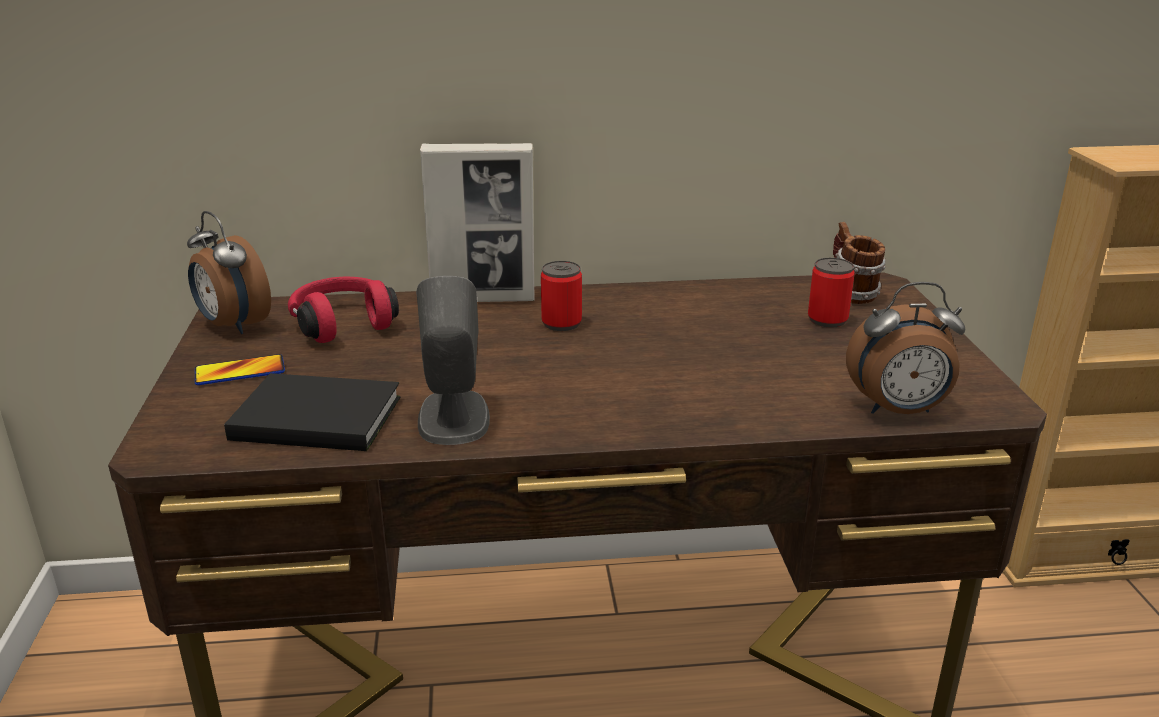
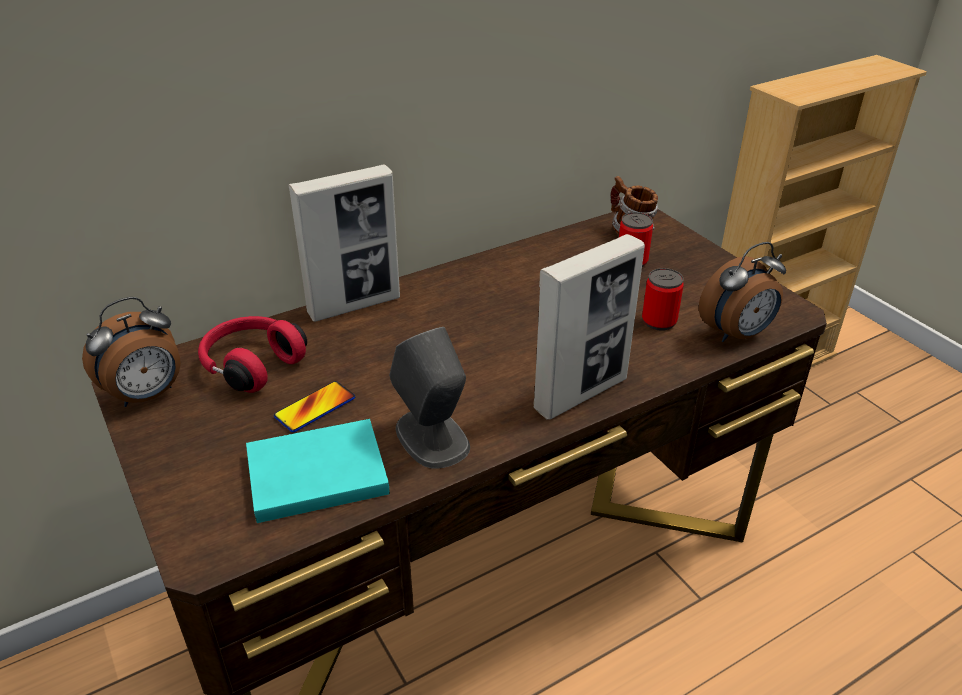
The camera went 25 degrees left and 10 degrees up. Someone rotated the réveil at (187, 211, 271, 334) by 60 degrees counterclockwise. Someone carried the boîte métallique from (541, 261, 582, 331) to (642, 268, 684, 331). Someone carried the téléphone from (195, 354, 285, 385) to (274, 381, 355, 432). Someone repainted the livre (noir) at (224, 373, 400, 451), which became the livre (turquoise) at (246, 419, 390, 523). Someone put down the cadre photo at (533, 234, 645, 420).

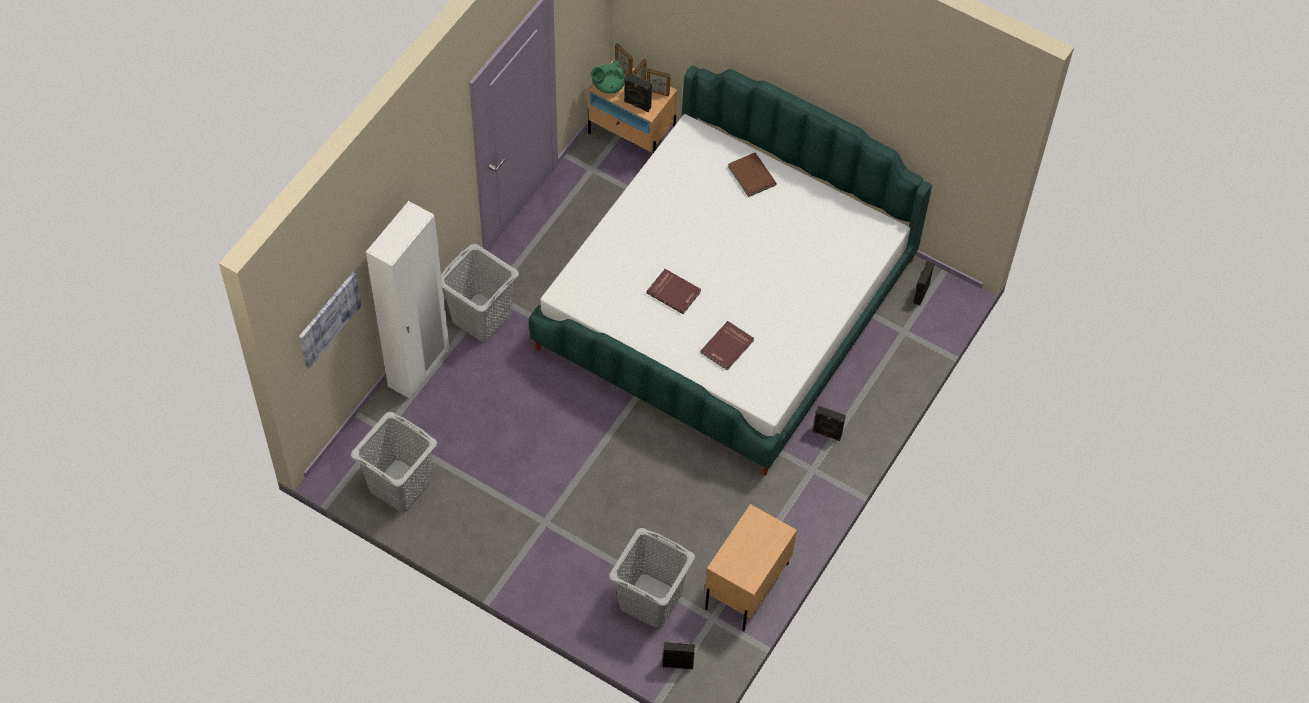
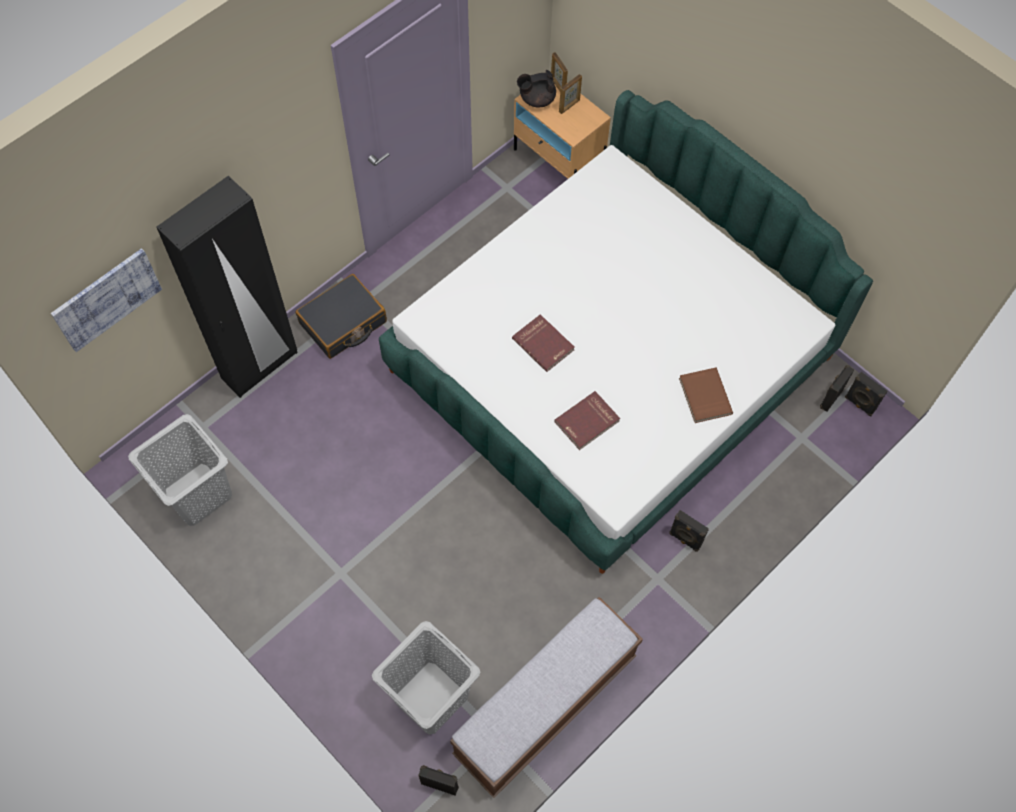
The camera went 15 degrees right and 5 degrees up. Someone repainted the théière (vert) at (591, 60, 625, 94), which became the théière (noir) at (517, 70, 556, 107). Someone took away the cadre photo at (647, 68, 671, 97). Someone carried the enceinte (noir) from (624, 73, 652, 112) to (845, 372, 887, 416). Someone carried the livre (marron) from (728, 152, 777, 197) to (679, 368, 733, 423). Someone repainted the armoire (blanc) at (366, 201, 449, 399), which became the armoire (noir) at (157, 176, 298, 398). Someone swapped the panier à linge (gris) at (441, 244, 519, 342) for the valise (noir) at (296, 274, 387, 359). Someone swapped the table de chevet (beige) at (705, 504, 797, 632) for the banc at (450, 597, 643, 798).

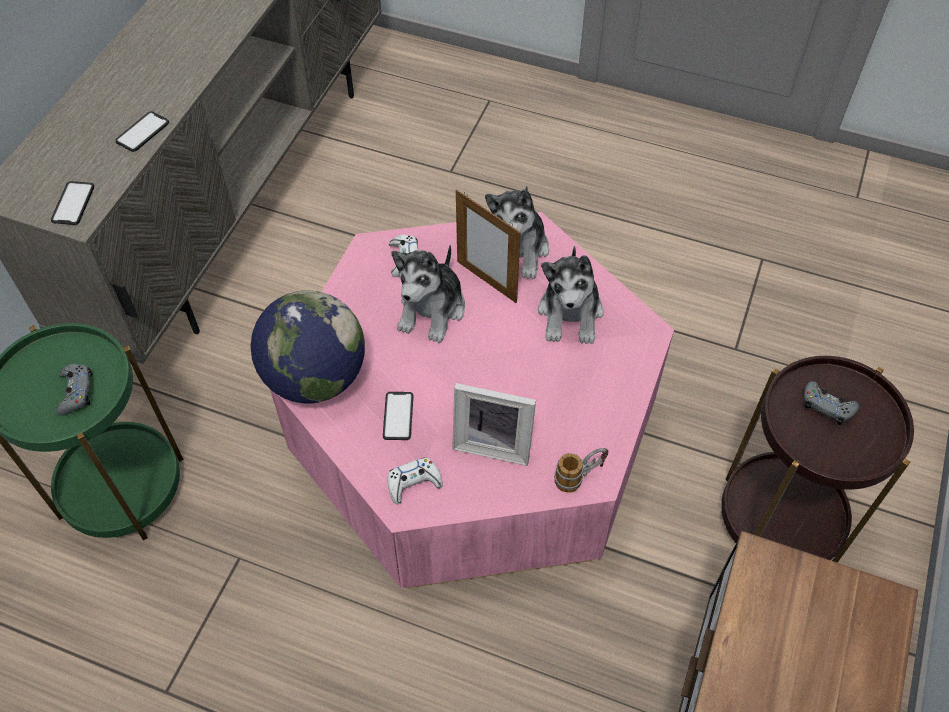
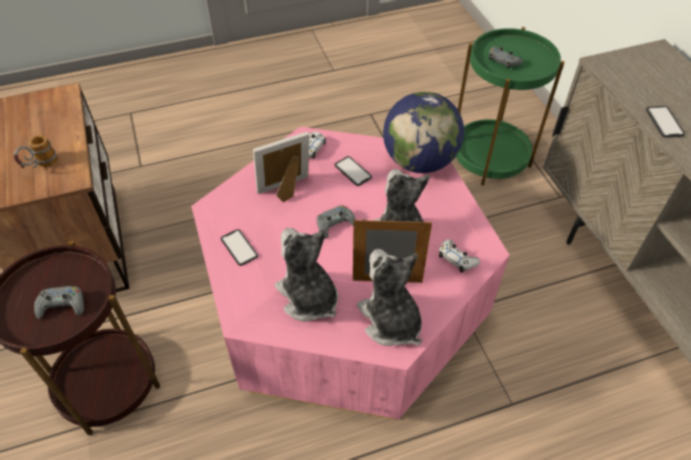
The camera went 140 degrees right and 5 degrees down. Someone carried the téléphone from (51, 181, 94, 225) to (221, 229, 258, 266). Someone carried the mug from (554, 448, 609, 493) to (13, 135, 58, 168). Someone put down the manette (gris) at (317, 205, 356, 238).

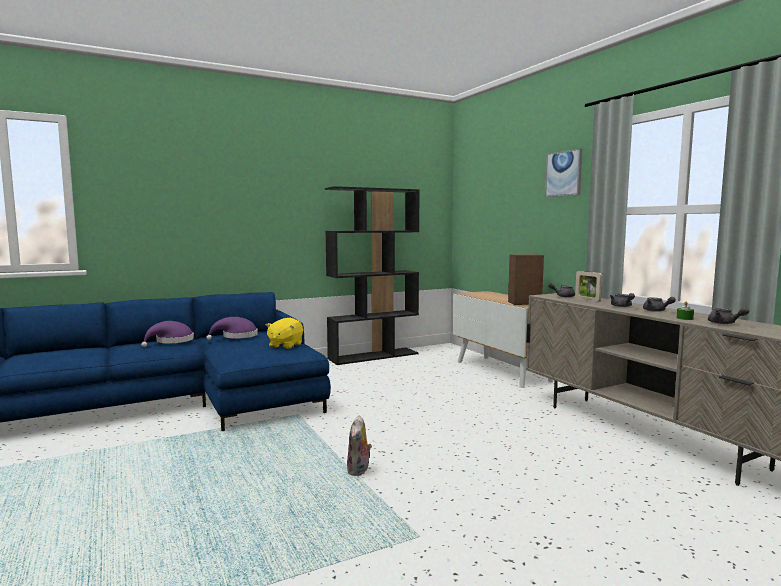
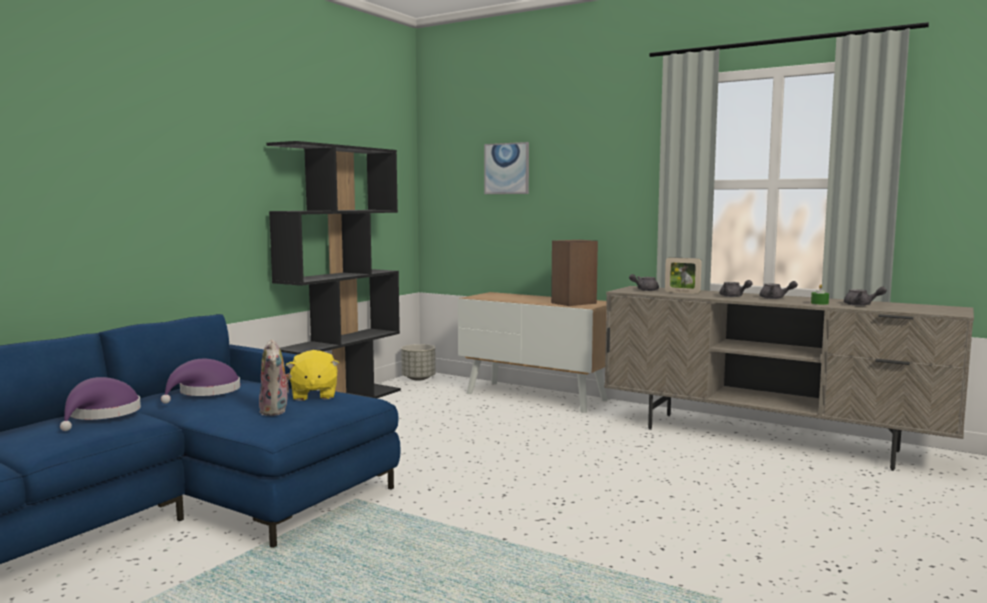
The camera went 30 degrees left and 0 degrees up. Someone carried the tableau from (545, 149, 582, 197) to (484, 142, 529, 194). Someone carried the peluche from (347, 415, 372, 476) to (259, 339, 292, 416). Someone put down the cache-pot (gris) at (401, 344, 436, 380).

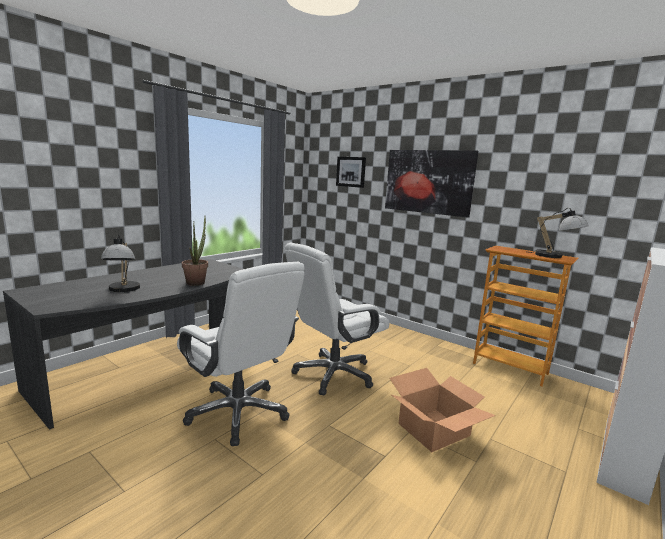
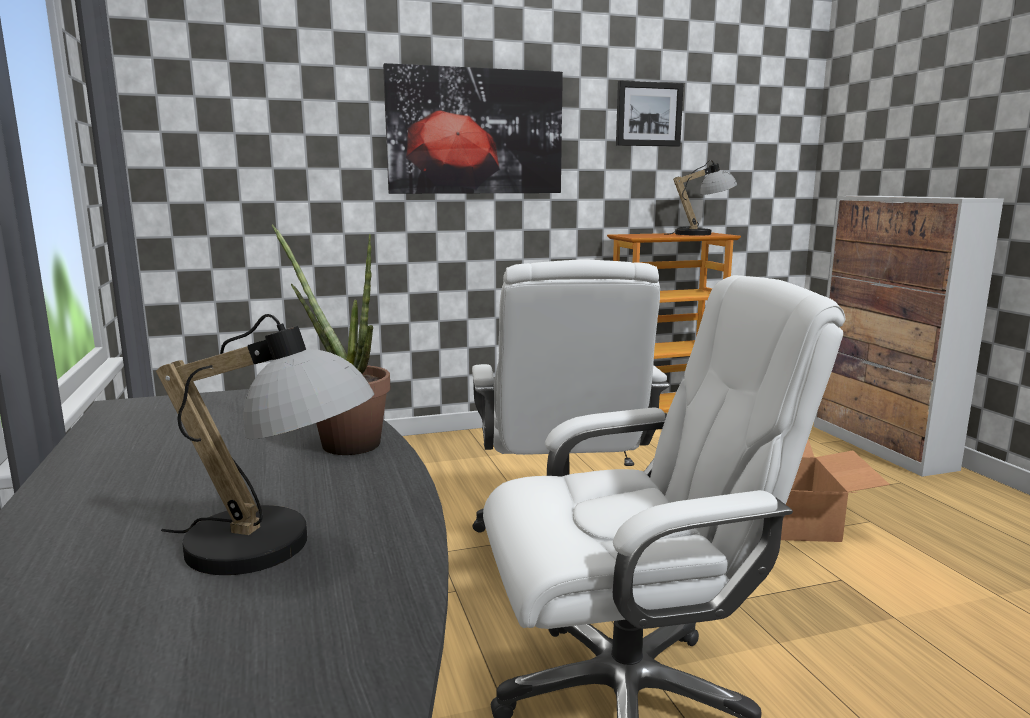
The camera went 55 degrees left and 0 degrees up. Someone carried the tableau from (336, 157, 366, 188) to (616, 80, 684, 147).

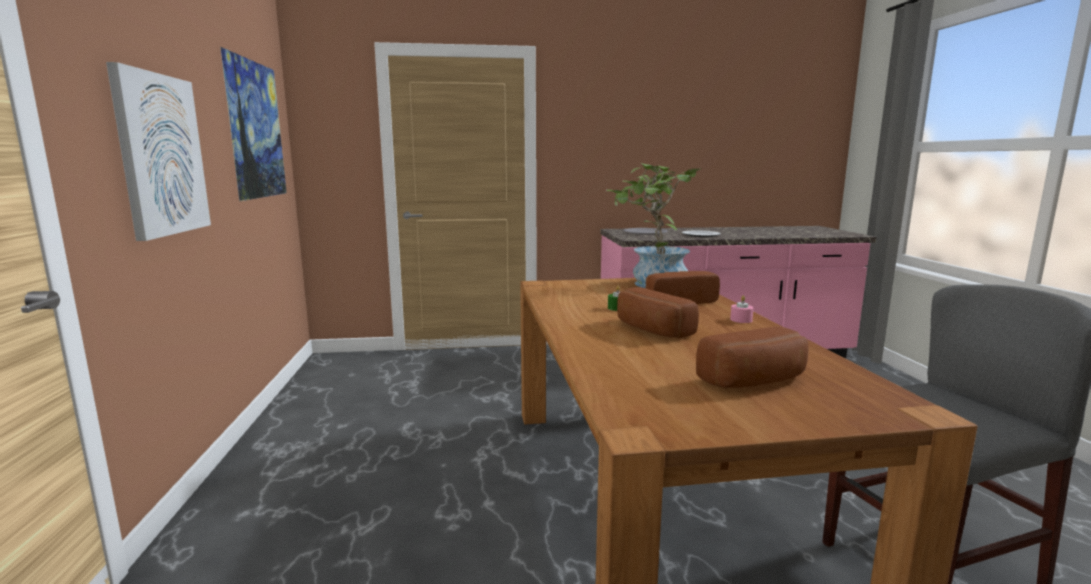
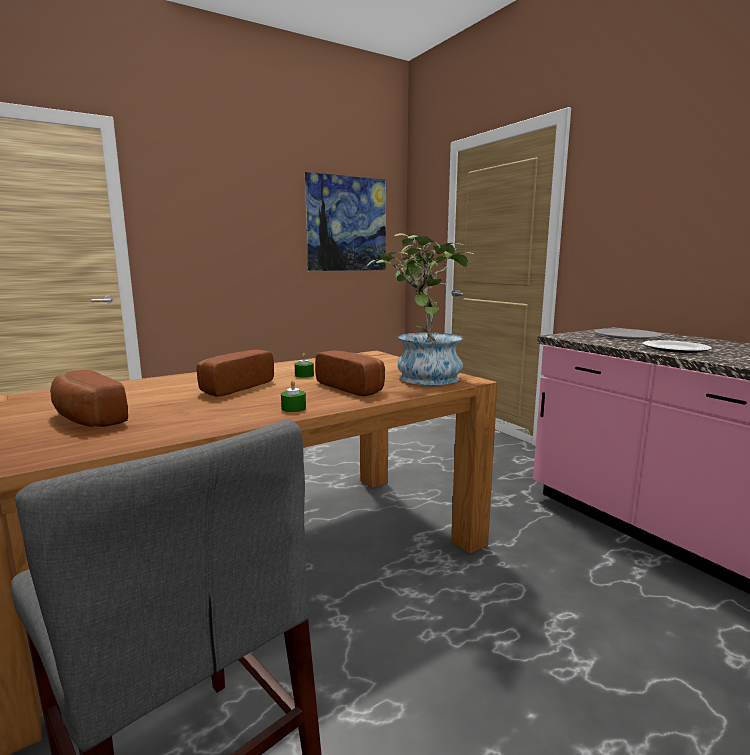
The camera went 65 degrees right and 0 degrees up. Someone took away the tableau at (106, 62, 211, 241). Someone repainted the bougie (rose) at (730, 296, 754, 323), which became the bougie (vert) at (281, 380, 306, 412).

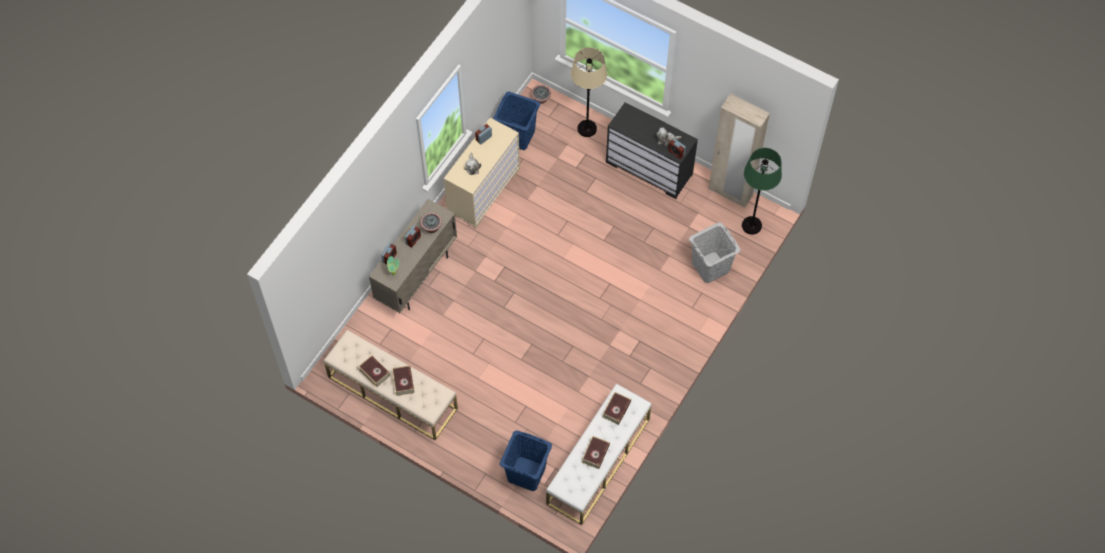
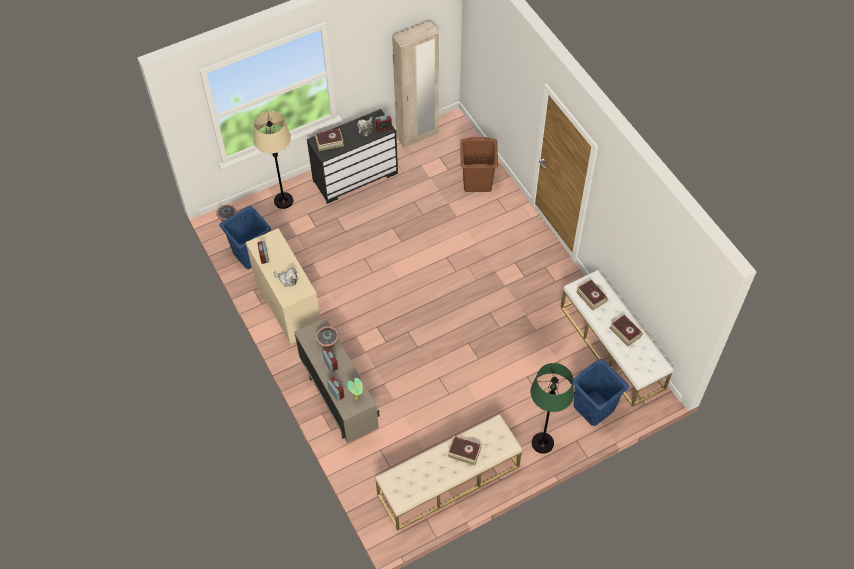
The camera went 60 degrees left and 5 degrees down. Someone carried the lampadaire (vert) from (742, 148, 782, 235) to (531, 363, 574, 454). Someone repainted the panier à linge (gris) at (689, 222, 740, 283), which became the panier à linge (marron) at (460, 137, 498, 192). Someone carried the livre from (358, 355, 390, 388) to (315, 128, 344, 151).

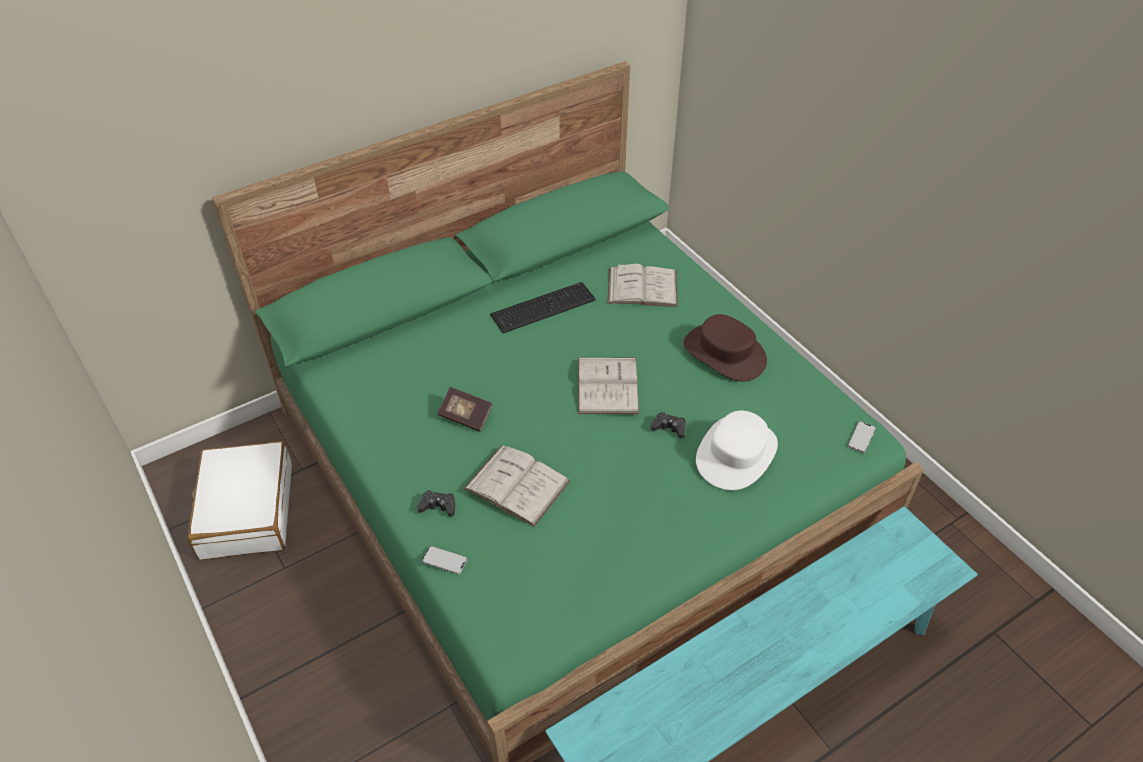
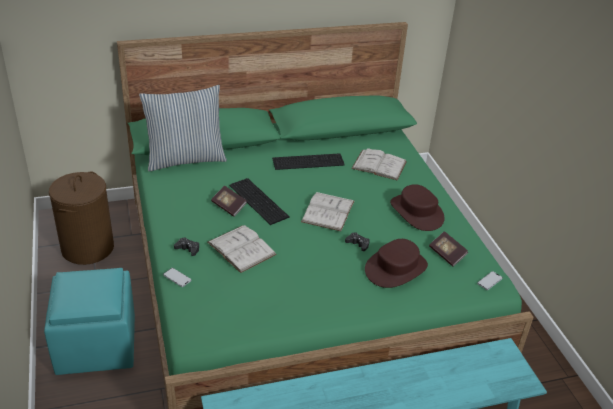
The camera went 15 degrees right and 10 degrees down. Someone repainted the chapeau (blanc) at (696, 411, 778, 490), which became the chapeau (marron) at (365, 239, 428, 288). Someone swapped the valise (blanc) at (188, 441, 292, 560) for the panier à linge (marron) at (49, 172, 114, 265). Someone put down the coussin at (139, 85, 227, 172). Someone put down the clavier at (230, 178, 290, 225). Someone put down the livre at (429, 231, 468, 267). Someone put down the pouf (turquoise) at (44, 268, 135, 375).

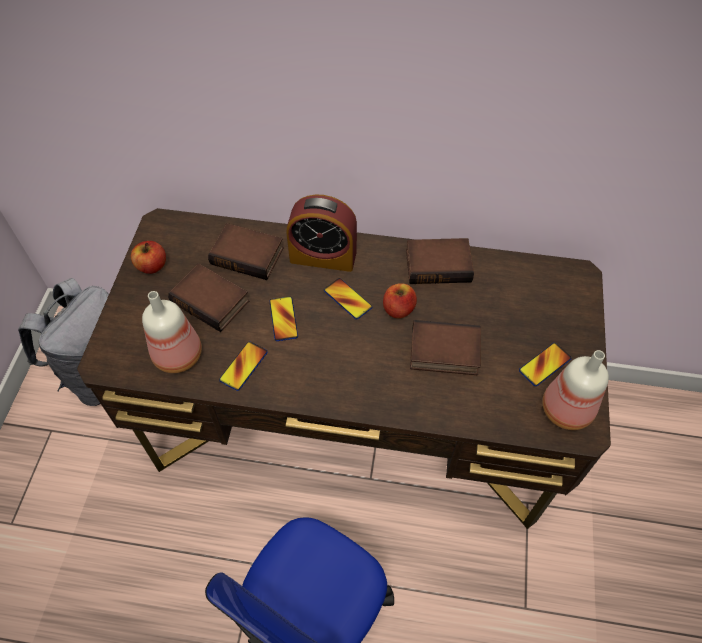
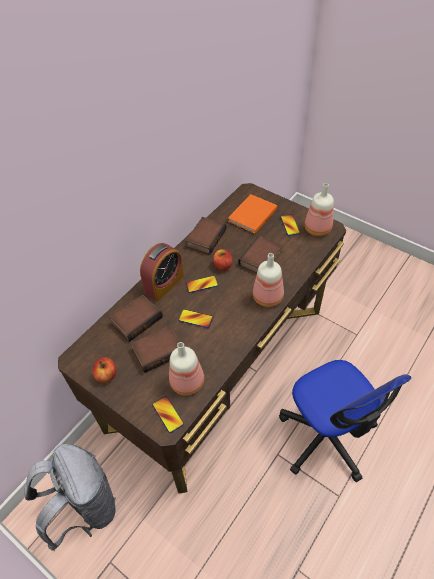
The camera went 60 degrees left and 5 degrees down. Someone carried the téléphone from (219, 341, 268, 391) to (152, 396, 184, 433). Someone put down the livre (orange) at (228, 194, 277, 234). Someone put down the bouteille at (253, 253, 284, 307).

